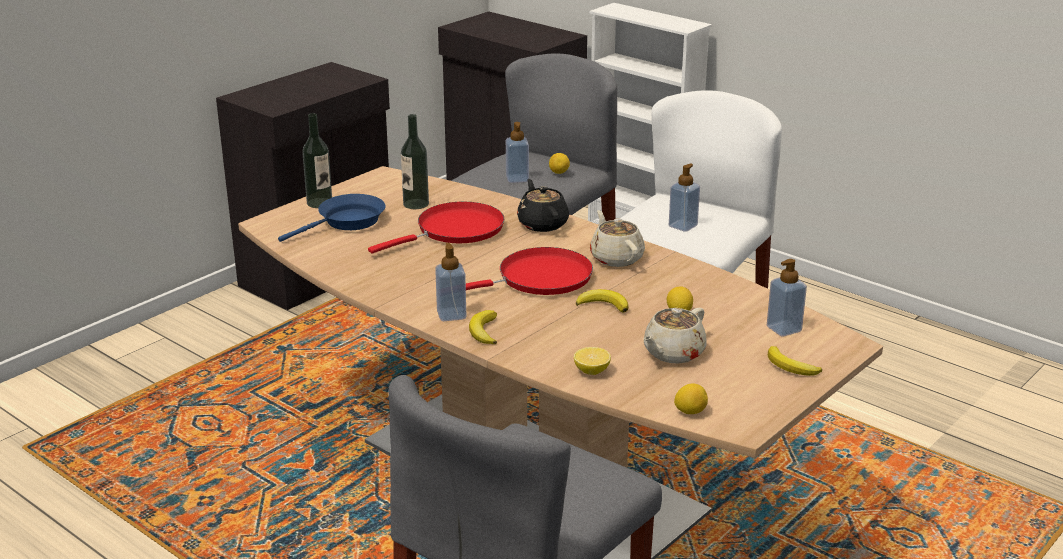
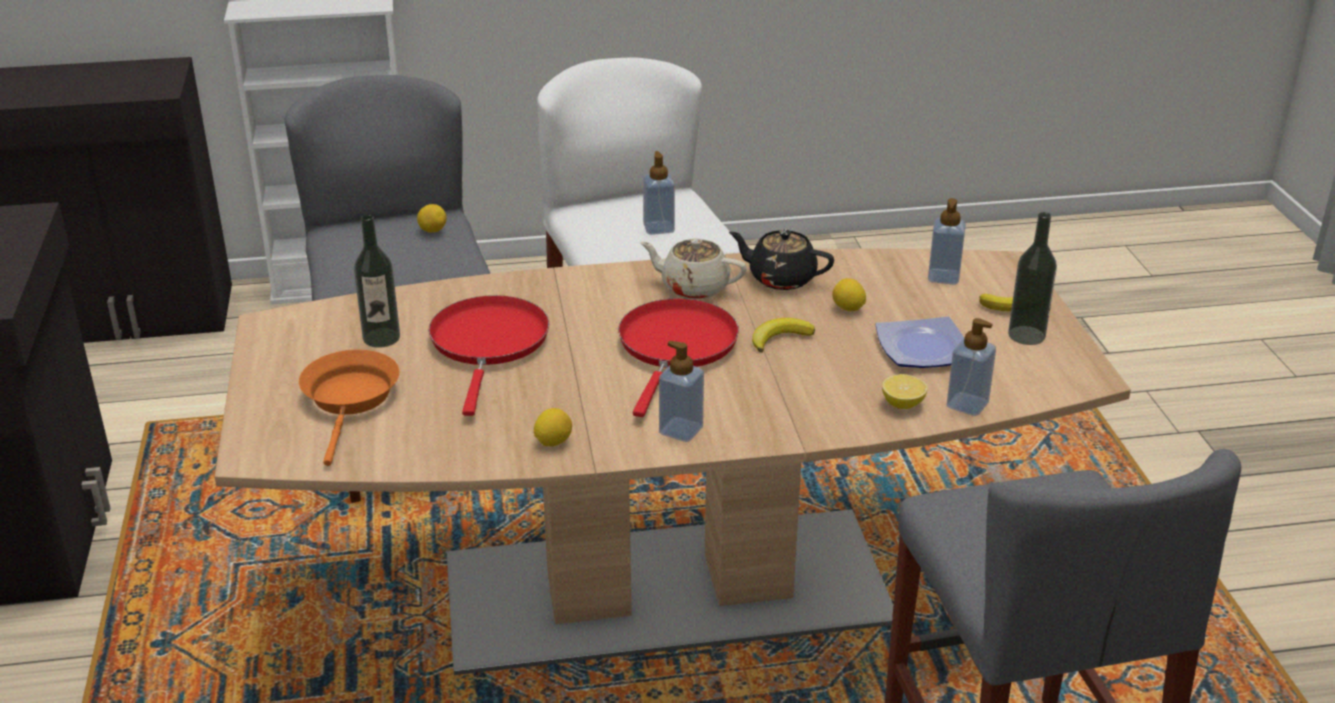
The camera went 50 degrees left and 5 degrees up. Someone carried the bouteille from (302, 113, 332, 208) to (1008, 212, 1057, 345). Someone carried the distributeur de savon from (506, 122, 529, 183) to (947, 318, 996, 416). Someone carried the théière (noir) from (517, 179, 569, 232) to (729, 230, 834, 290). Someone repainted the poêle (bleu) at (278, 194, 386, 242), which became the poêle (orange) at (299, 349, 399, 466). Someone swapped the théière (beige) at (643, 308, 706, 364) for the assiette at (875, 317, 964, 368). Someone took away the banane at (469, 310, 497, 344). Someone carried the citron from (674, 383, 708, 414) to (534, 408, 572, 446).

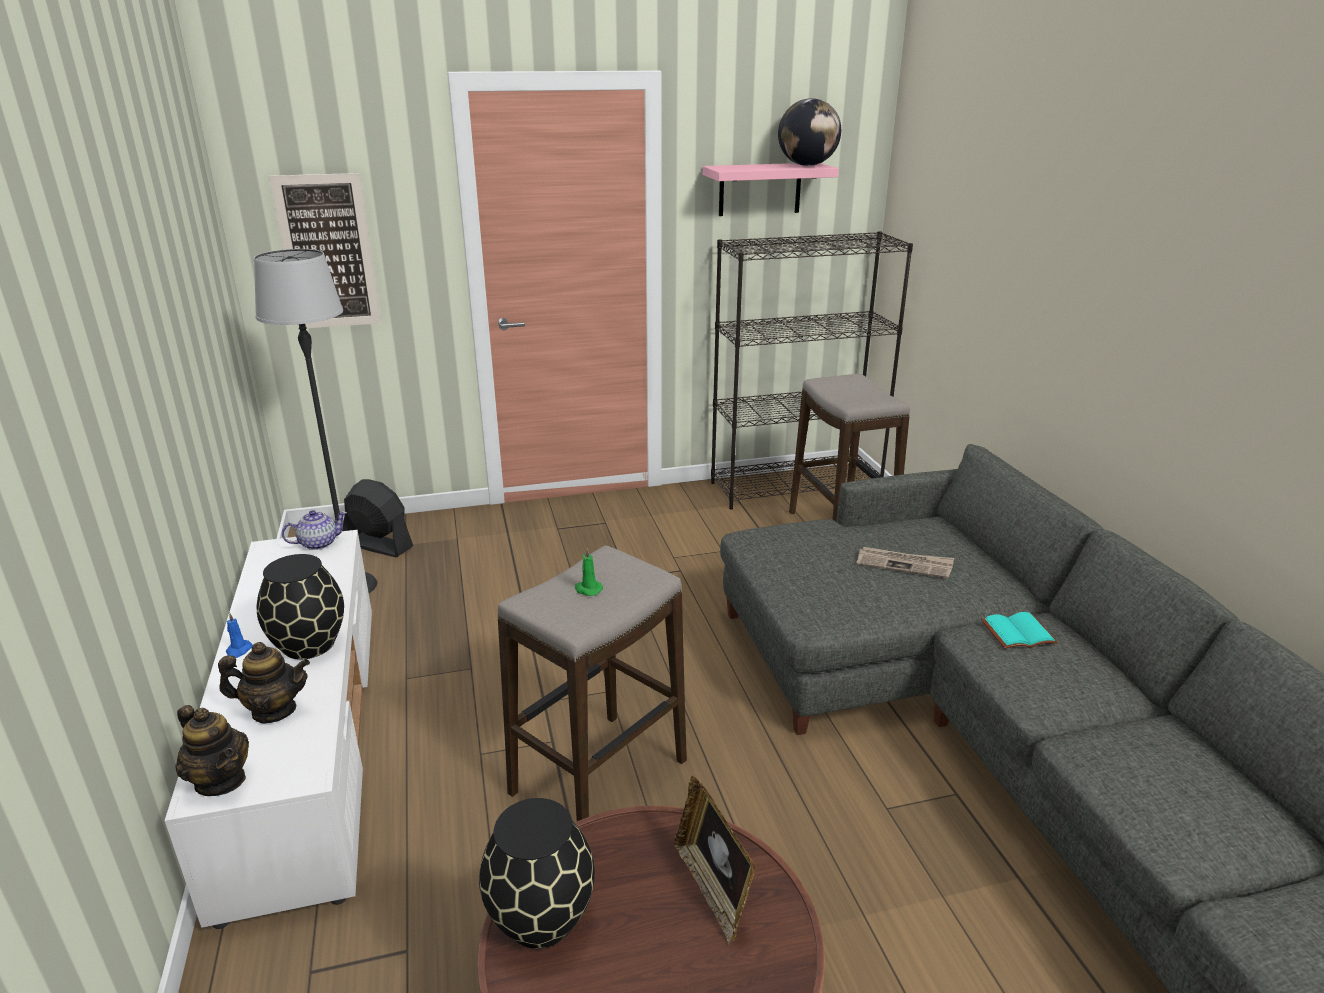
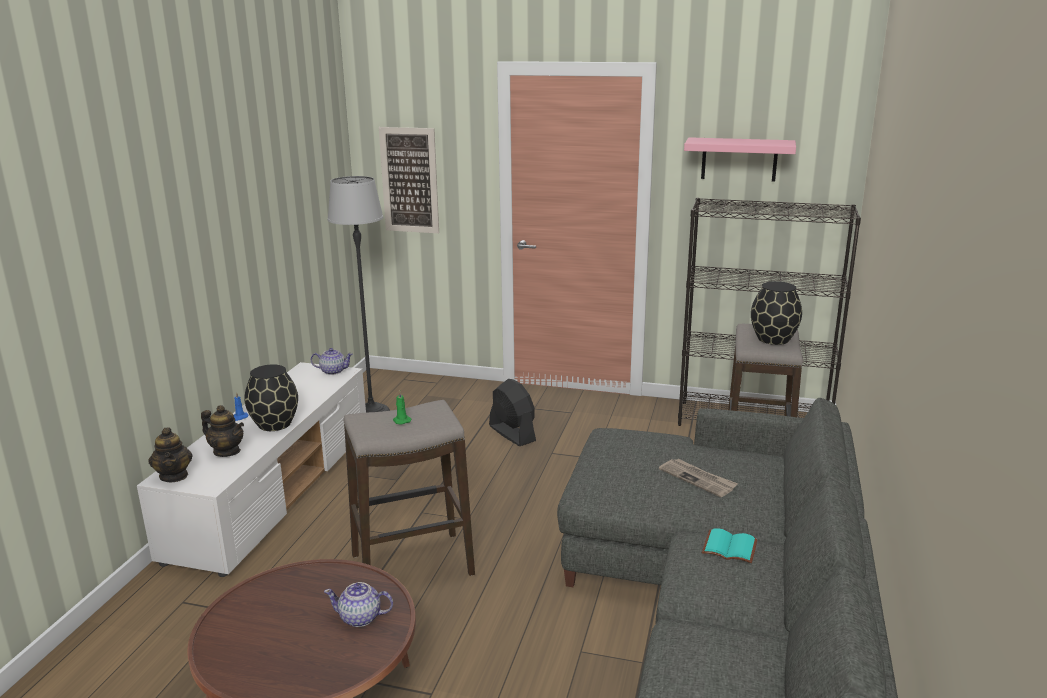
The camera went 30 degrees right and 5 degrees down. Someone took away the globe at (778, 98, 841, 166). Someone carried the ventilateur (noir) from (343, 479, 413, 557) to (489, 379, 536, 446). Someone swapped the cadre photo at (674, 776, 756, 945) for the théière at (324, 582, 393, 627). Someone carried the vase (noir) from (479, 798, 595, 949) to (751, 281, 802, 345).

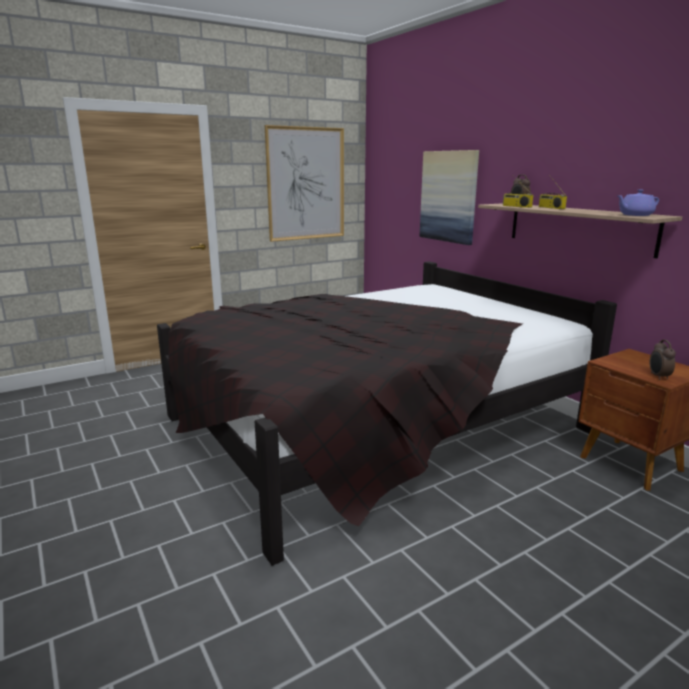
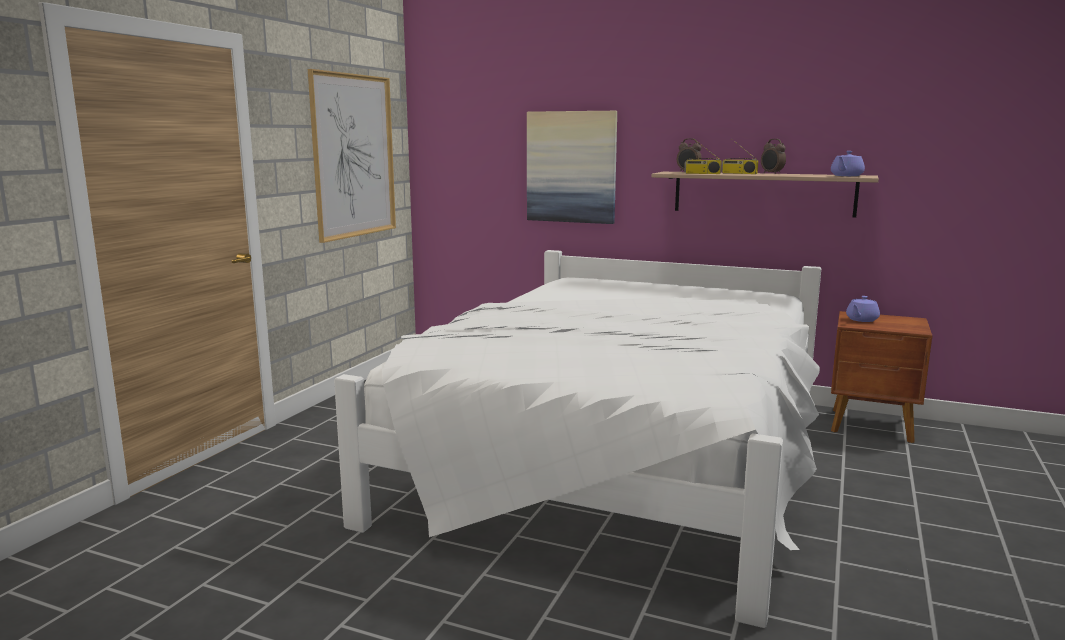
The camera went 35 degrees left and 5 degrees down. Someone repainted the lit (noir) at (157, 261, 617, 566), which became the lit (blanc) at (334, 250, 821, 628). Someone carried the réveil from (650, 340, 676, 380) to (761, 139, 786, 174). Someone put down the théière (violet) at (846, 296, 880, 322).

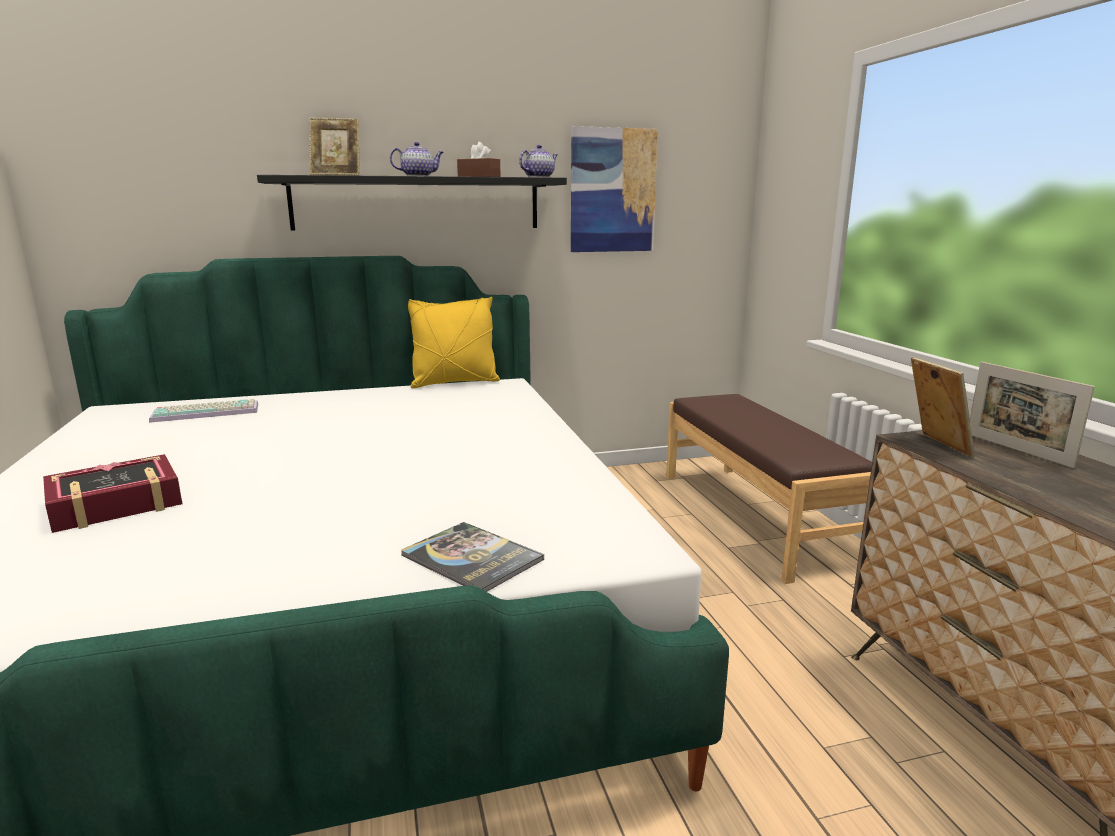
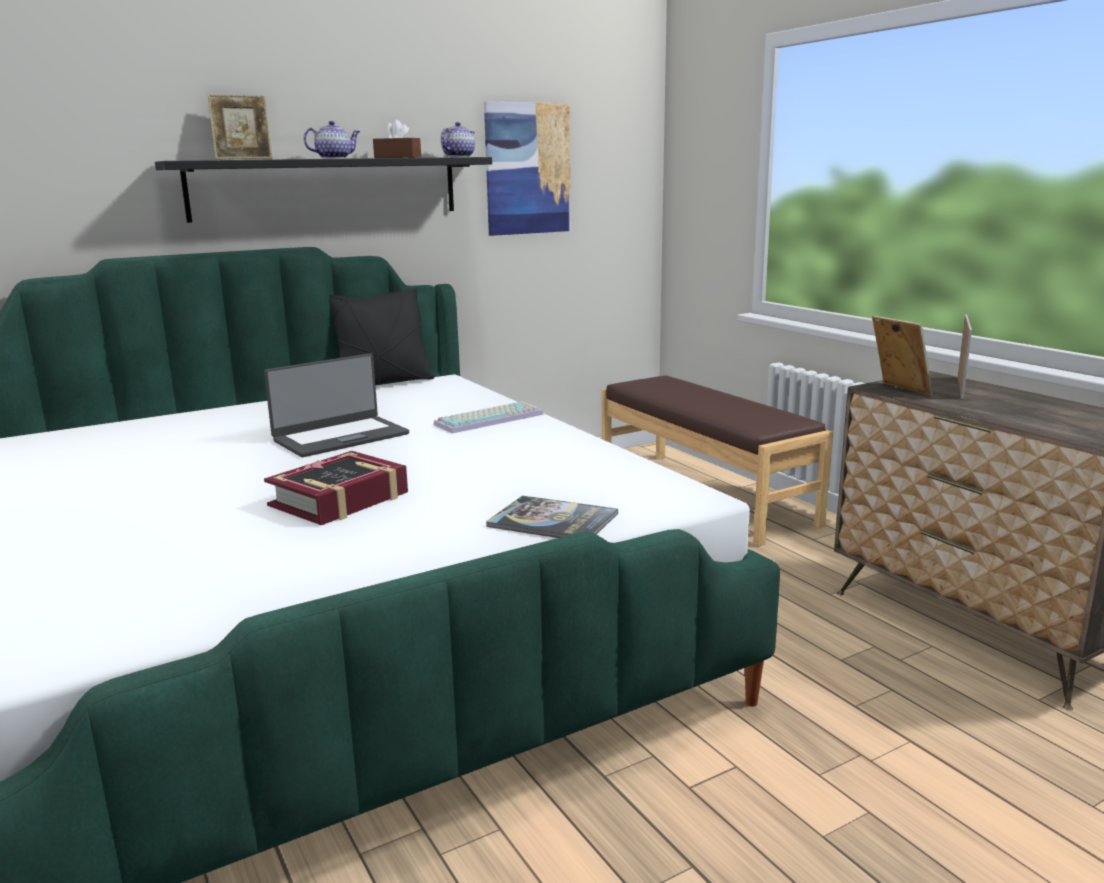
The camera went 15 degrees left and 0 degrees up. Someone repainted the coussin (jaune) at (408, 297, 500, 388), which became the coussin (noir) at (329, 287, 435, 385). Someone rotated the cadre photo at (970, 362, 1095, 468) by 120 degrees counterclockwise. Someone carried the clavier from (149, 399, 258, 423) to (434, 401, 543, 433). Someone carried the livre from (43, 454, 182, 533) to (264, 451, 408, 525). Someone put down the ordinateur portable at (264, 353, 409, 457).

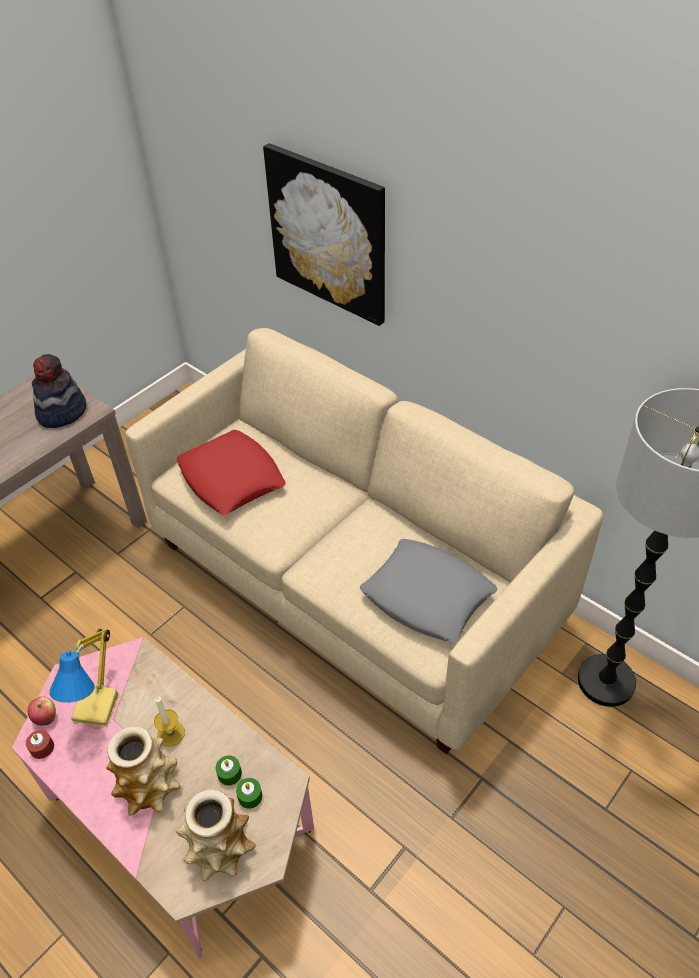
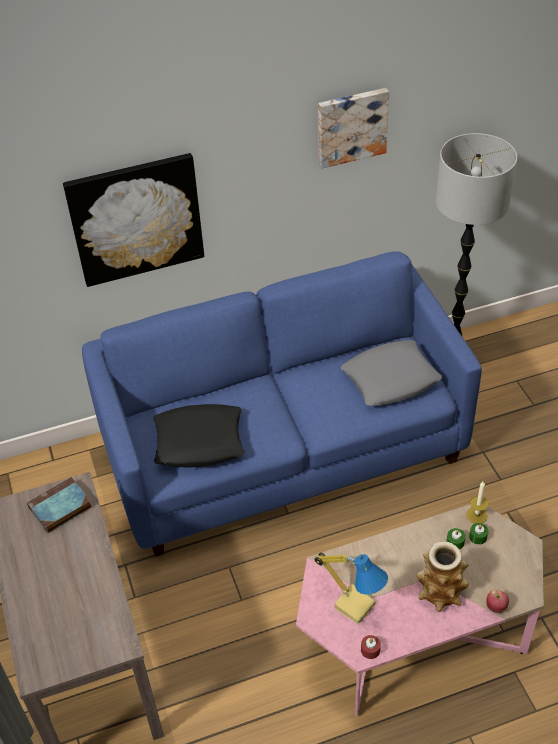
The camera went 60 degrees left and 0 degrees up. Someone repainted the canapé (beige) at (125, 328, 603, 754), which became the canapé (bleu) at (82, 251, 482, 557). Someone swapped the chapeau at (32, 354, 86, 428) for the livre at (27, 477, 92, 534). Someone repainted the coussin (rouge) at (177, 430, 286, 515), which became the coussin (noir) at (153, 404, 245, 468). Someone carried the bougie from (154, 695, 185, 747) to (466, 481, 488, 524). Someone carried the pomme from (28, 696, 56, 726) to (486, 590, 509, 613). Someone took away the vase at (176, 790, 256, 881). Someone put up the tableau at (318, 88, 389, 169).

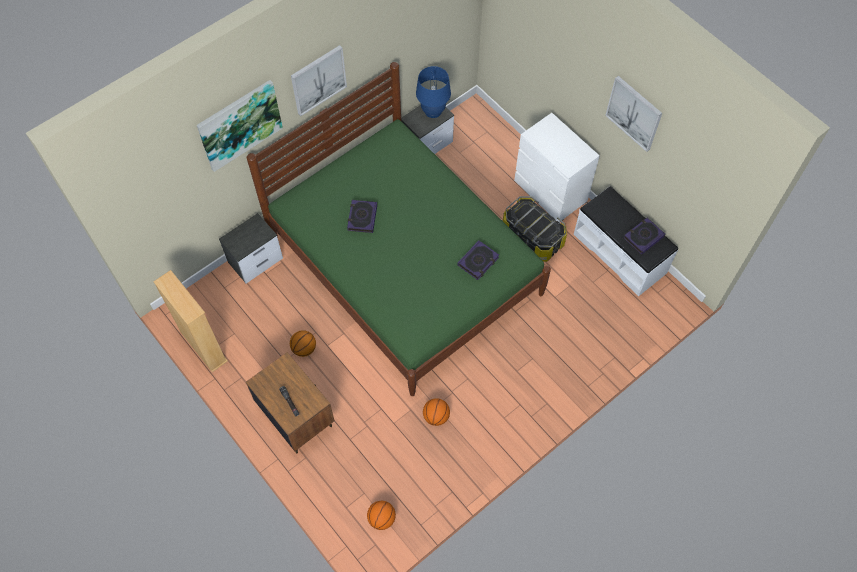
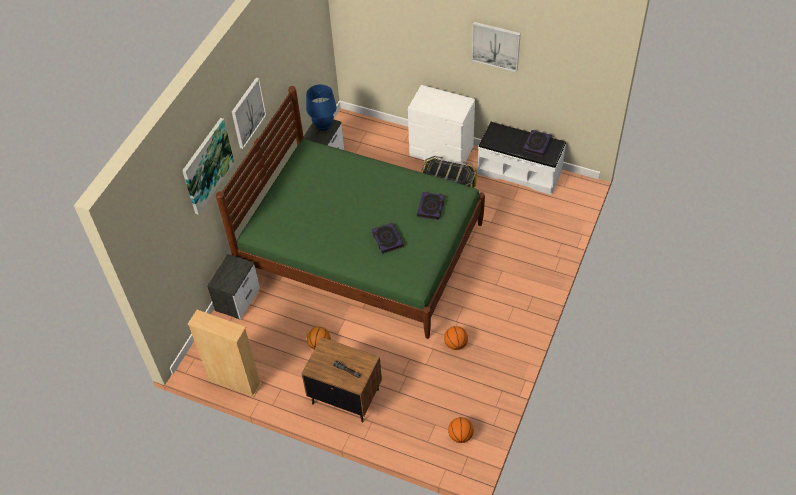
The camera went 25 degrees left and 10 degrees down. Someone carried the livre from (347, 200, 377, 233) to (372, 223, 404, 254).

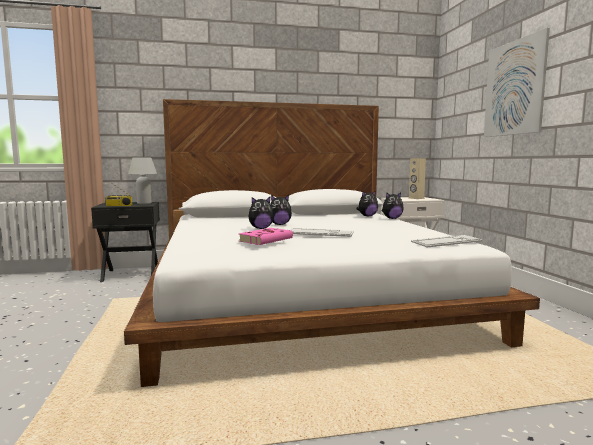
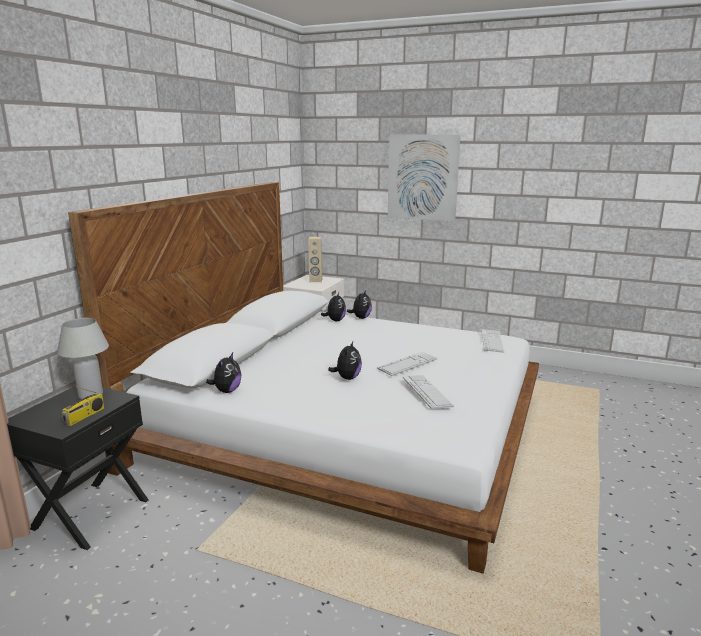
The camera went 55 degrees left and 10 degrees up. Someone carried the peluche from (270, 195, 292, 225) to (206, 353, 241, 393). Someone swapped the livre (rose) at (238, 228, 293, 245) for the clavier at (403, 375, 454, 409).

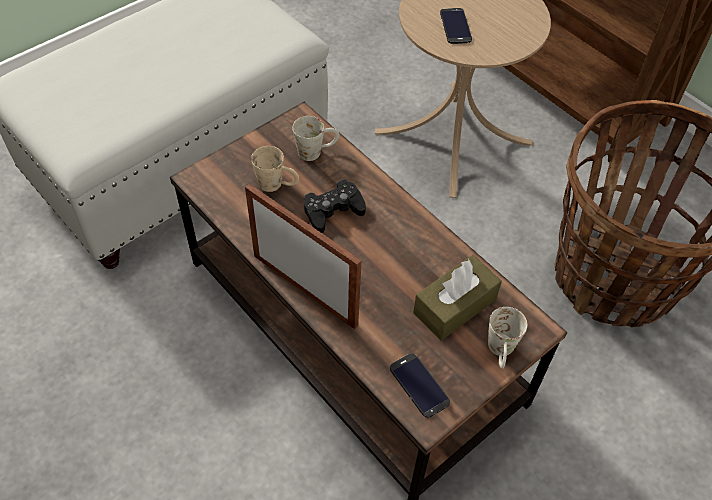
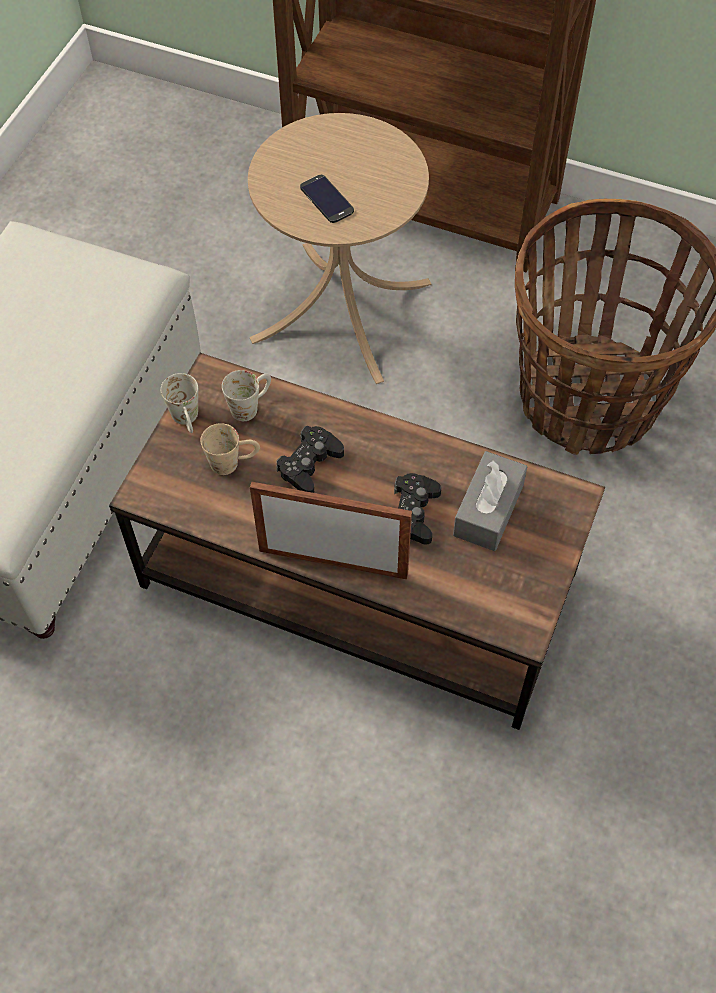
The camera went 25 degrees left and 5 degrees up. Someone repainted the boîte à mouchoirs (marron) at (413, 255, 502, 341), which became the boîte à mouchoirs (gris) at (453, 451, 528, 551). Someone carried the mug (blanc) from (488, 307, 527, 369) to (161, 373, 198, 433). Someone took away the téléphone at (390, 353, 450, 418). Someone put down the manette (noir) at (394, 473, 441, 545).

